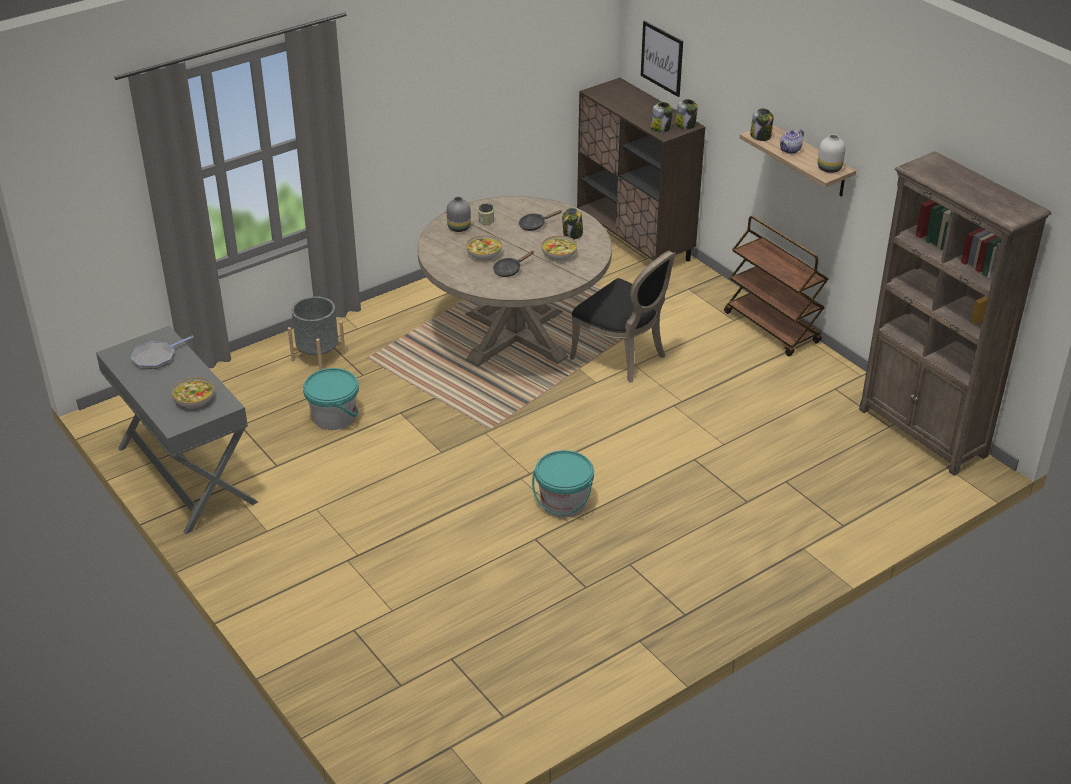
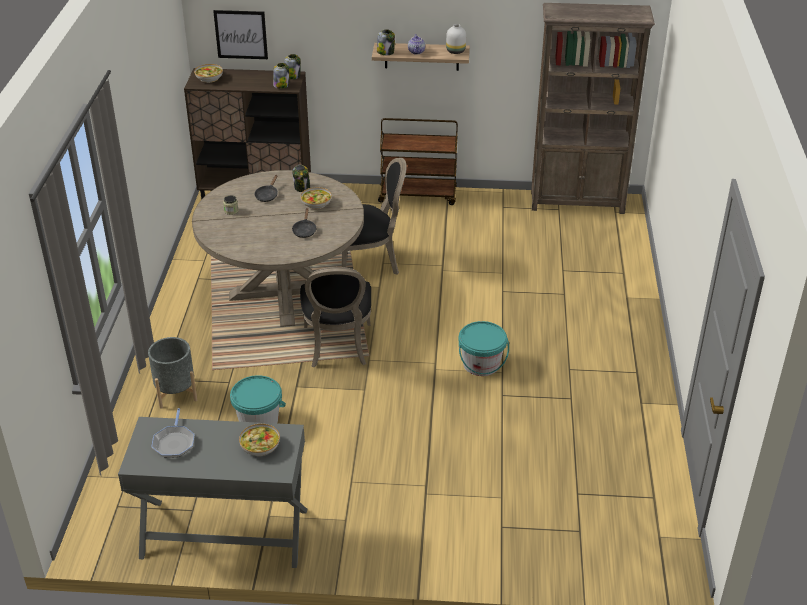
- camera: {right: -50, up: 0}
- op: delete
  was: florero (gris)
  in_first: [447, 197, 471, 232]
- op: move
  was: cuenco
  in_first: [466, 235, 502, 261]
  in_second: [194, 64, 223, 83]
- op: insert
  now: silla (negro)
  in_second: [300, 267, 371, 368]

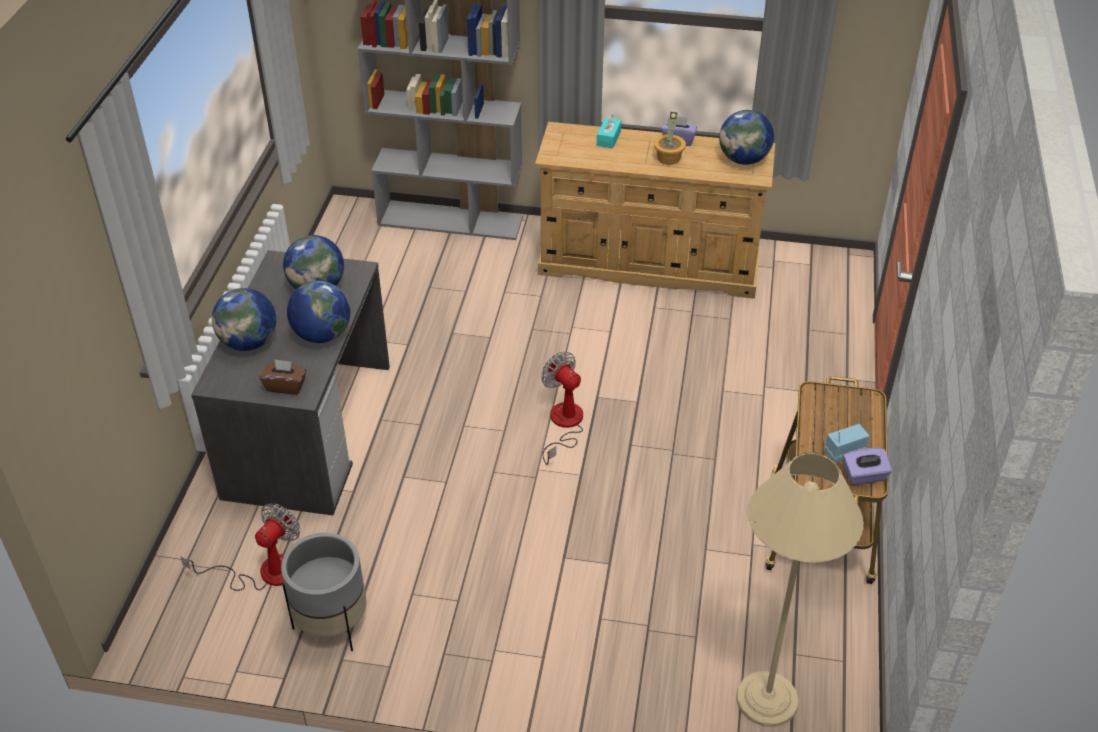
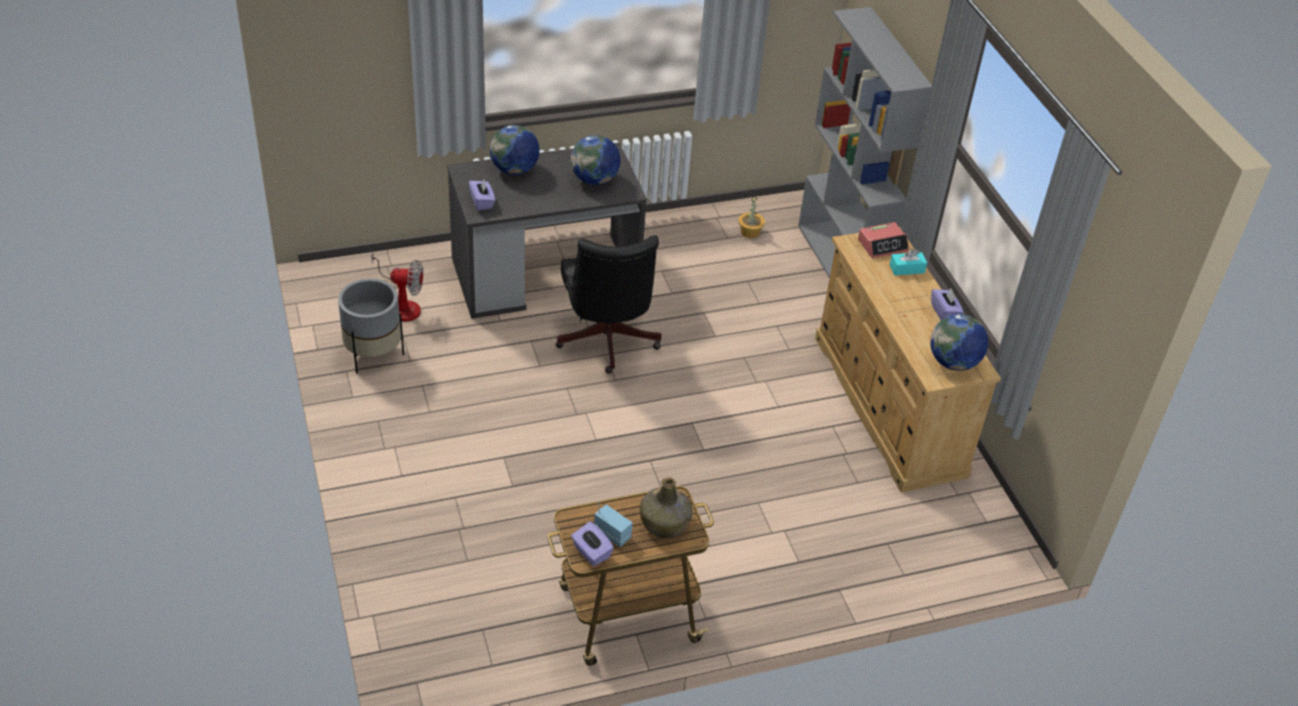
- camera: {right: 60, up: 0}
- op: move
  was: planta en maceta
  in_first: [654, 112, 686, 165]
  in_second: [738, 196, 765, 238]
- op: delete
  was: globo terráqueo
  in_first: [287, 281, 350, 343]
- op: delete
  was: ventilador
  in_first: [542, 352, 583, 465]
- op: recolor
  was: caja de pañuelos (marrón)
  now: caja de pañuelos (morado)
  in_first: [260, 359, 306, 395]
  in_second: [469, 180, 495, 211]
- op: delete
  was: lámpara de pie (beis)
  in_first: [736, 453, 864, 727]
- op: insert
  now: despertador
  in_second: [858, 222, 909, 258]
- op: insert
  now: silla de oficina (negro)
  in_second: [556, 235, 662, 374]
- op: insert
  now: botella (verde)
  in_second: [640, 477, 692, 538]

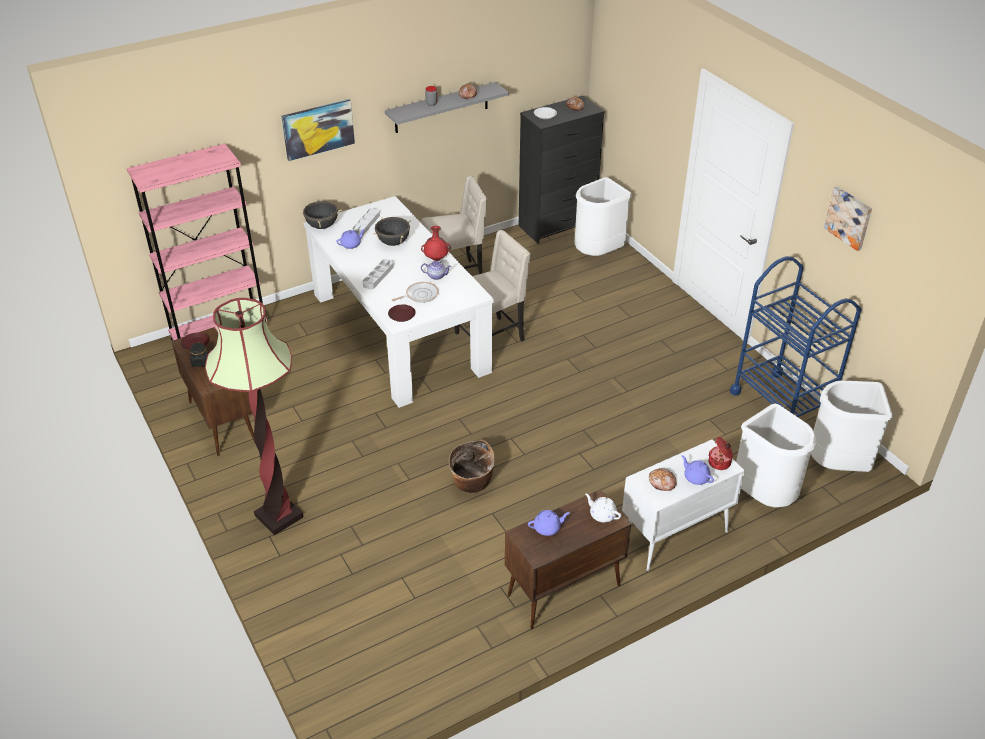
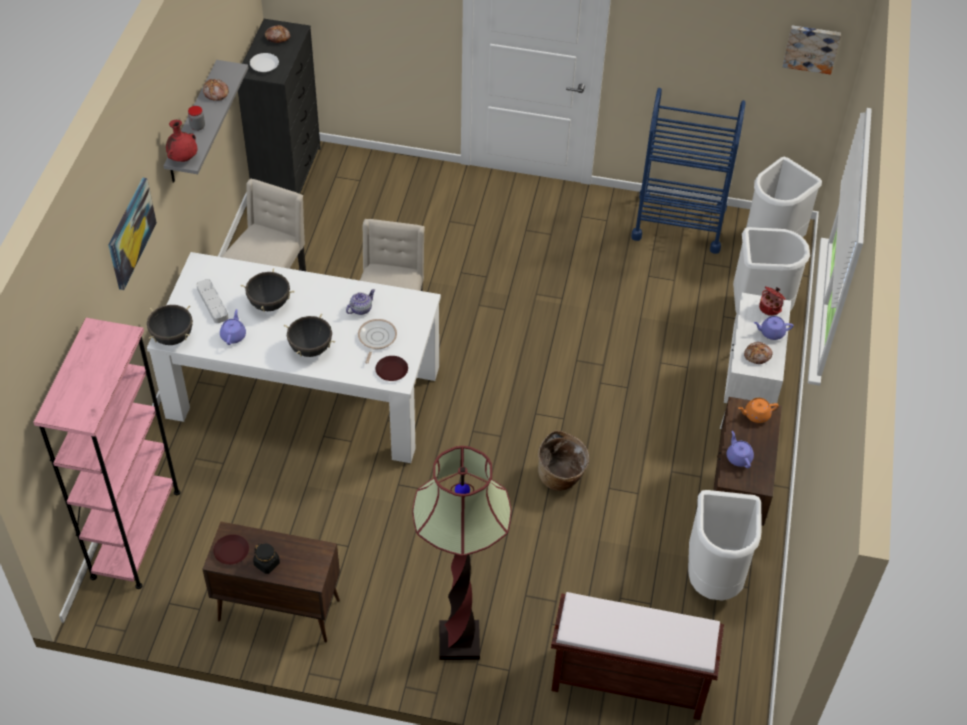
- camera: {right: -50, up: 10}
- op: move
  was: papelera (blanco)
  in_first: [575, 177, 632, 256]
  in_second: [688, 490, 761, 600]
- op: move
  was: cuadro
  in_first: [824, 187, 872, 251]
  in_second: [783, 25, 841, 74]
- op: move
  was: florero (rojo)
  in_first: [421, 226, 451, 261]
  in_second: [166, 120, 198, 162]
- op: replace
  was: bandeja (gris)
  now: olla (negro)
  in_first: [363, 259, 394, 290]
  in_second: [284, 314, 335, 357]
- op: recolor
  was: tetera (blanco)
  now: tetera (naranja)
  in_first: [585, 494, 621, 523]
  in_second: [738, 398, 778, 423]
- op: rotate
  was: tetera (morado)
  in_first: [528, 510, 570, 536]
  in_second: [726, 431, 754, 468]
  clockwise: -45
- op: insert
  now: banco (marrón)
  in_second: [551, 592, 724, 720]

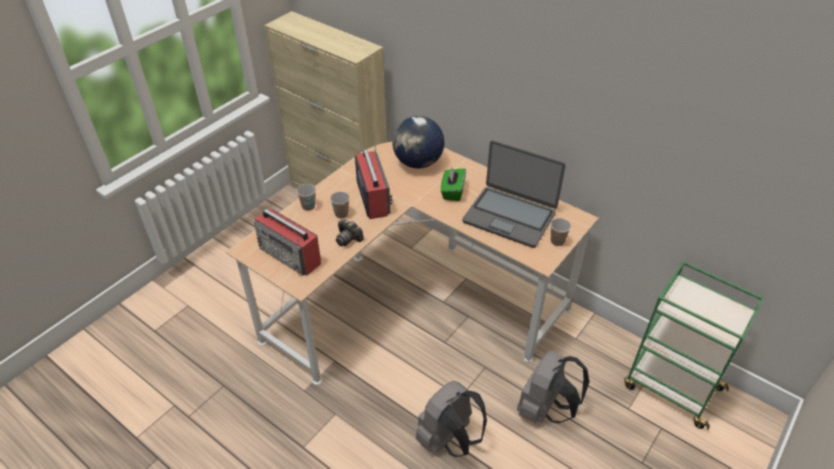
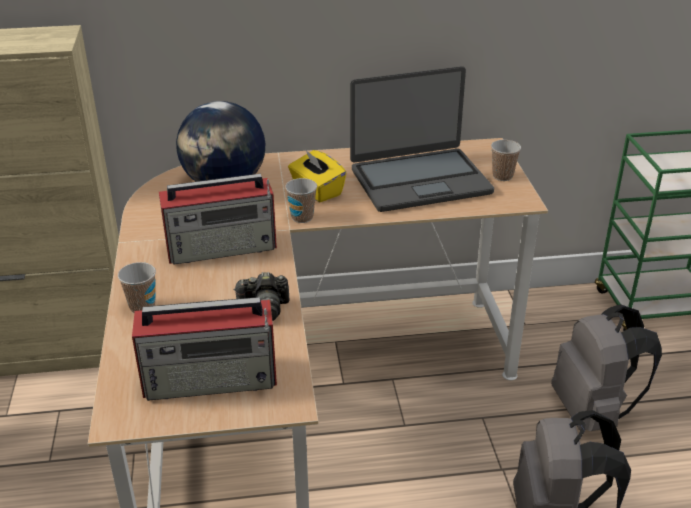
- camera: {right: -45, up: -10}
- op: rotate
  was: radio
  in_first: [355, 145, 392, 219]
  in_second: [159, 174, 277, 265]
  clockwise: 135
- op: recolor
  was: caja de pañuelos (verde)
  now: caja de pañuelos (amarillo)
  in_first: [441, 167, 466, 201]
  in_second: [288, 149, 346, 203]
- op: move
  was: taza
  in_first: [330, 191, 350, 218]
  in_second: [285, 178, 317, 223]

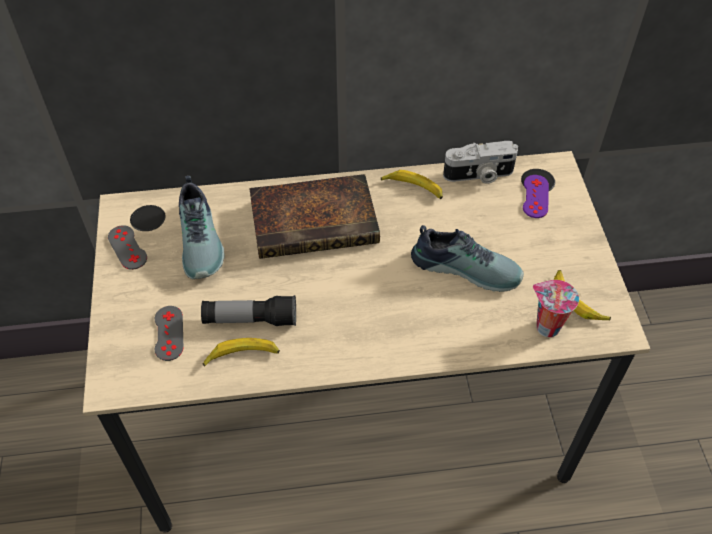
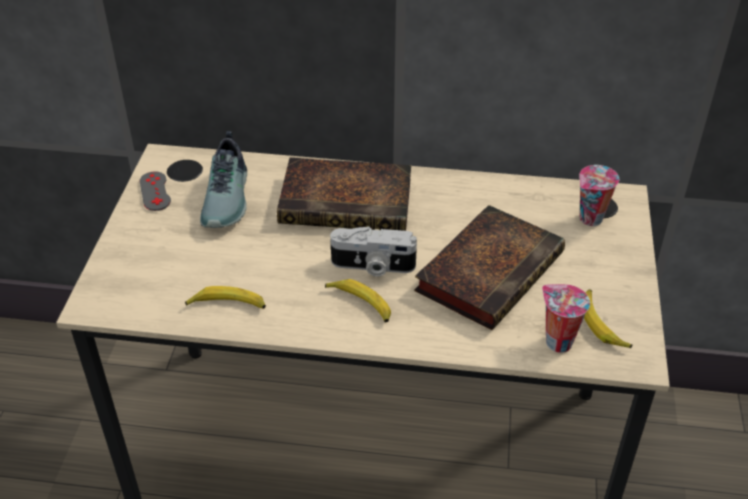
- camera: {right: 15, up: -10}
- op: move
  was: cámara
  in_first: [443, 141, 518, 184]
  in_second: [330, 226, 417, 276]
- op: move
  was: plátano
  in_first: [381, 170, 443, 199]
  in_second: [325, 279, 391, 322]
- op: replace
  was: mando de consola (morado)
  now: taza
  in_first: [523, 175, 549, 218]
  in_second: [579, 165, 619, 226]
- op: replace
  was: zapato
  now: libro
  in_first: [411, 225, 524, 292]
  in_second: [414, 205, 565, 330]
- op: delete
  was: linterna
  in_first: [201, 295, 296, 326]
- op: delete
  was: mando de consola (gris)
  in_first: [155, 306, 184, 361]

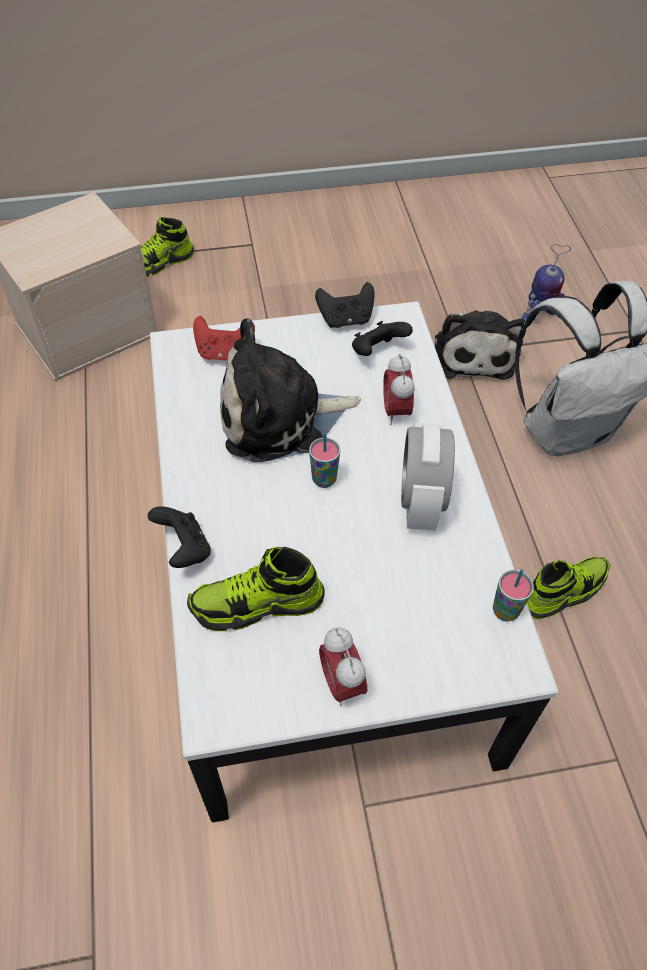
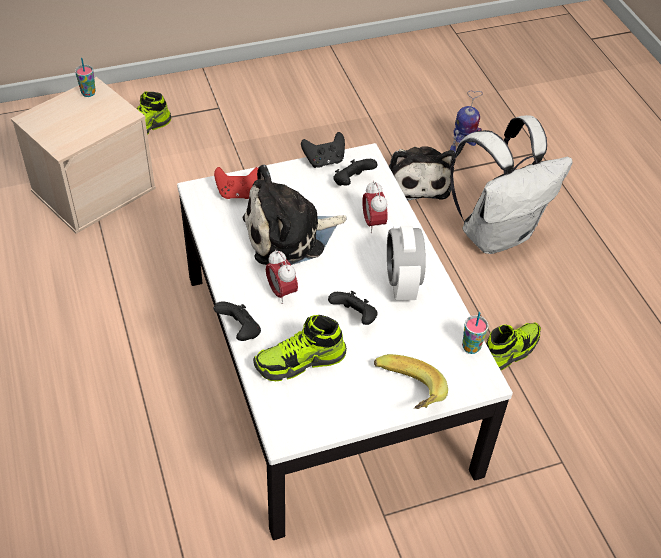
- camera: {right: -10, up: -5}
- op: move
  was: taza
  in_first: [309, 432, 340, 488]
  in_second: [75, 58, 96, 97]
- op: move
  was: despertador
  in_first: [319, 627, 367, 706]
  in_second: [266, 250, 298, 304]
- op: insert
  now: mando de consola (negro)
  in_second: [328, 291, 378, 325]
- op: insert
  now: plátano
  in_second: [374, 354, 448, 409]

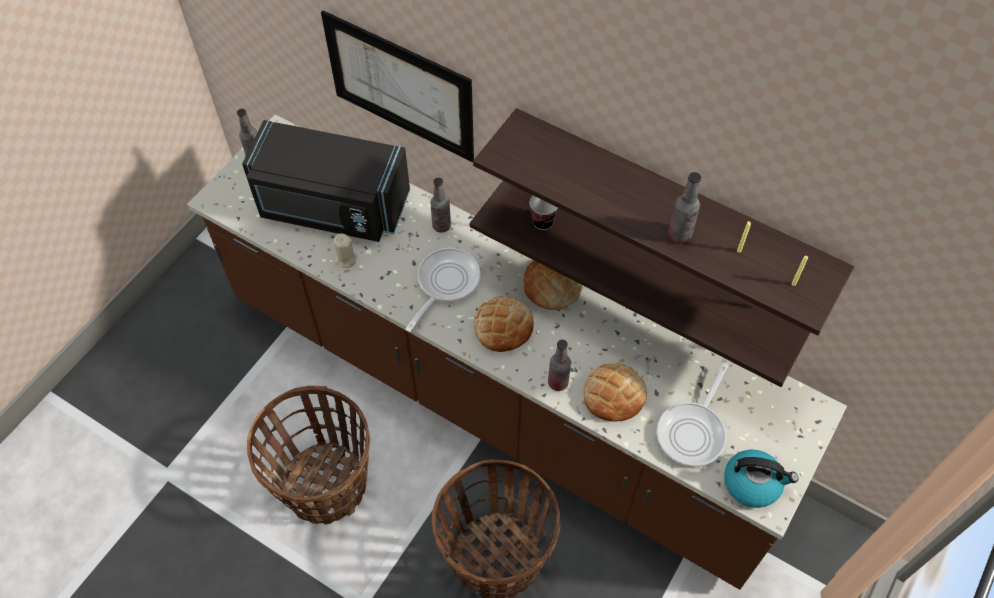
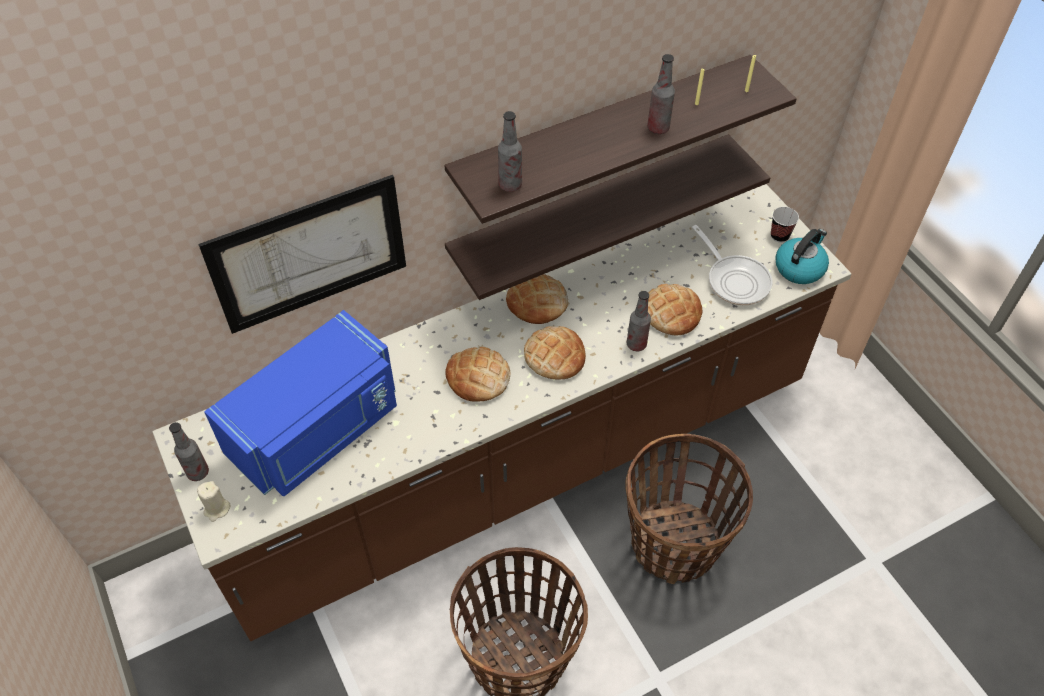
- camera: {right: -60, up: -5}
- op: recolor
  was: microondas (negro)
  now: microondas (azul)
  in_first: [242, 120, 410, 242]
  in_second: [204, 310, 397, 496]
- op: move
  was: botella
  in_first: [430, 177, 451, 233]
  in_second: [498, 111, 522, 192]
- op: move
  was: taza
  in_first: [530, 196, 558, 230]
  in_second: [771, 207, 799, 243]
- op: move
  was: vela (beis)
  in_first: [334, 234, 357, 268]
  in_second: [197, 481, 231, 522]
- op: replace
  was: sartén
  now: pan
  in_first: [405, 248, 481, 332]
  in_second: [445, 346, 510, 401]

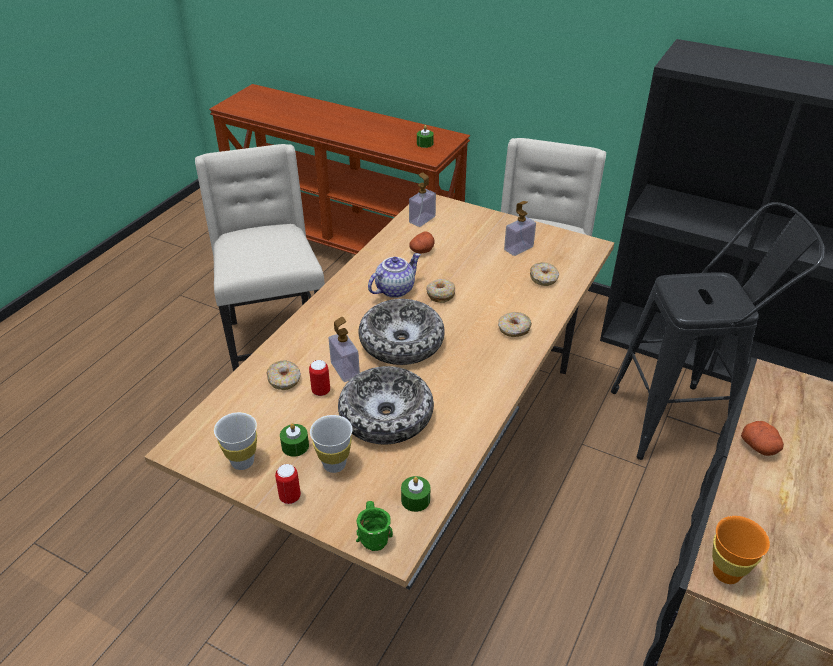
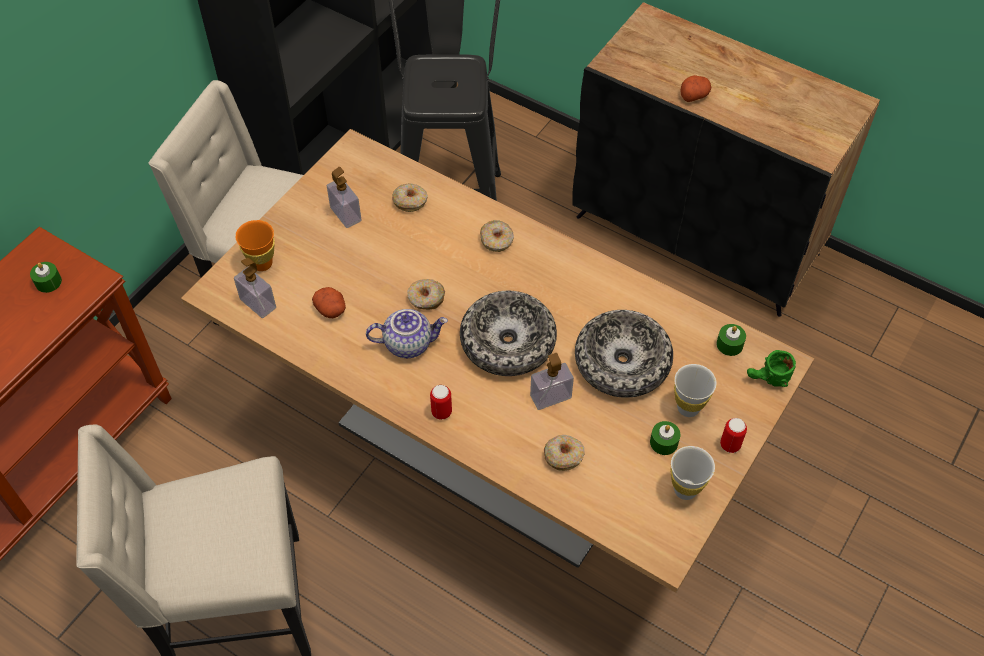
- camera: {right: -85, up: 15}
- op: rotate
  was: tetera
  in_first: [368, 253, 421, 298]
  in_second: [366, 309, 448, 358]
  clockwise: 120
- op: move
  was: lata
  in_first: [309, 360, 330, 396]
  in_second: [430, 385, 452, 420]
- op: move
  was: taza (naranja)
  in_first: [712, 516, 770, 584]
  in_second: [235, 220, 275, 271]

